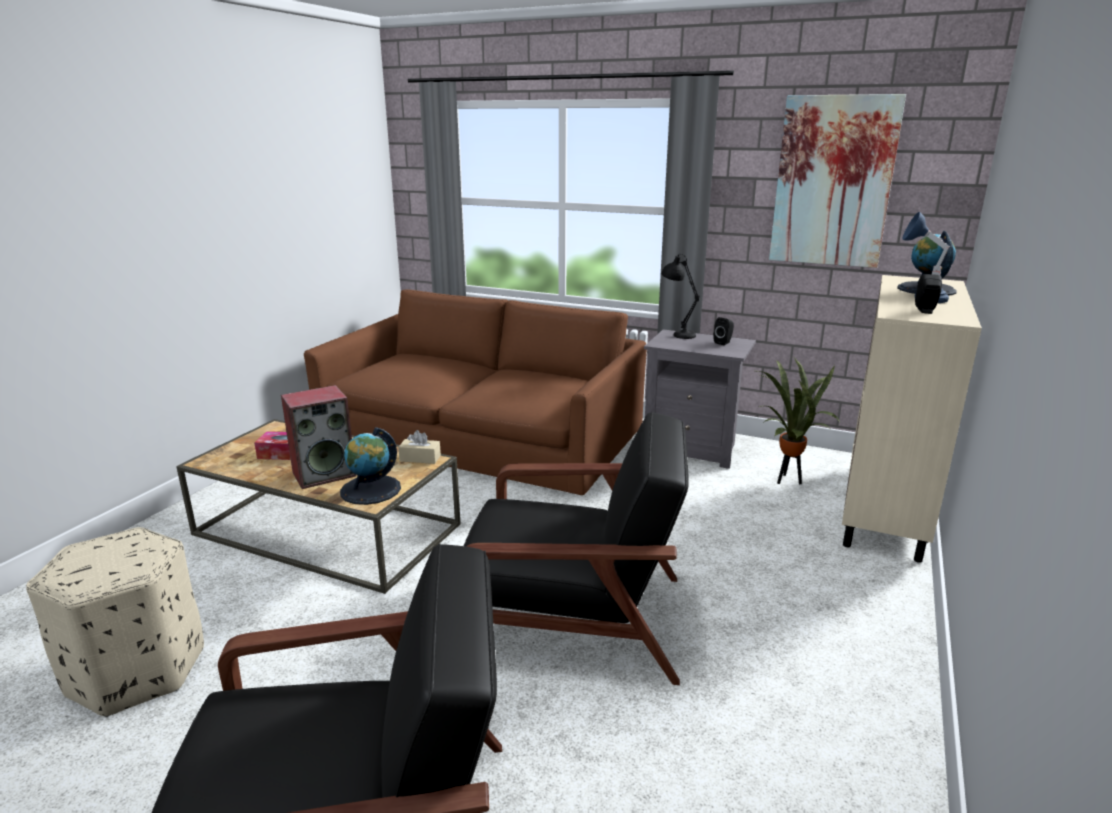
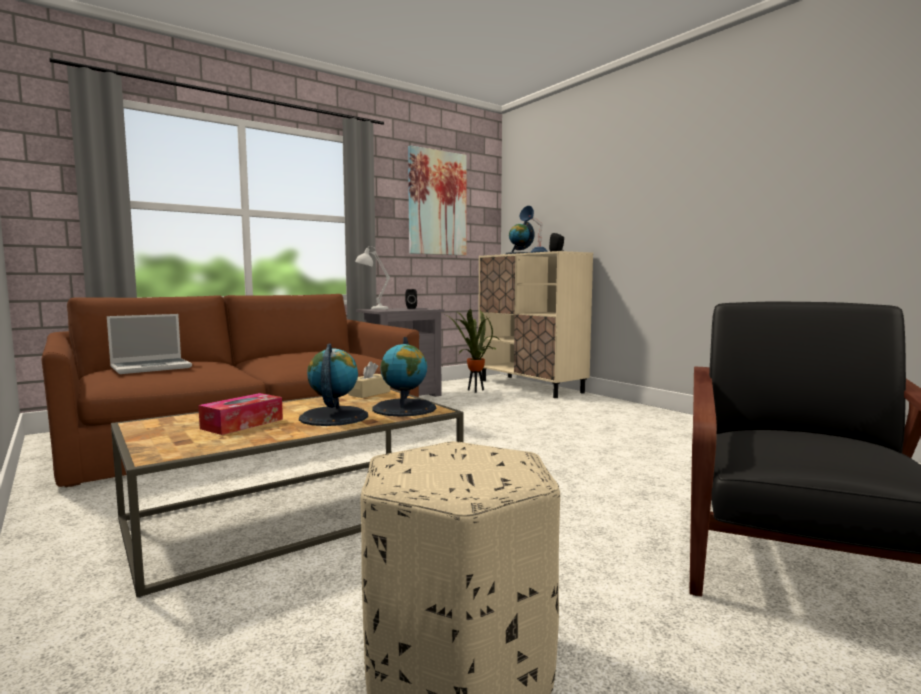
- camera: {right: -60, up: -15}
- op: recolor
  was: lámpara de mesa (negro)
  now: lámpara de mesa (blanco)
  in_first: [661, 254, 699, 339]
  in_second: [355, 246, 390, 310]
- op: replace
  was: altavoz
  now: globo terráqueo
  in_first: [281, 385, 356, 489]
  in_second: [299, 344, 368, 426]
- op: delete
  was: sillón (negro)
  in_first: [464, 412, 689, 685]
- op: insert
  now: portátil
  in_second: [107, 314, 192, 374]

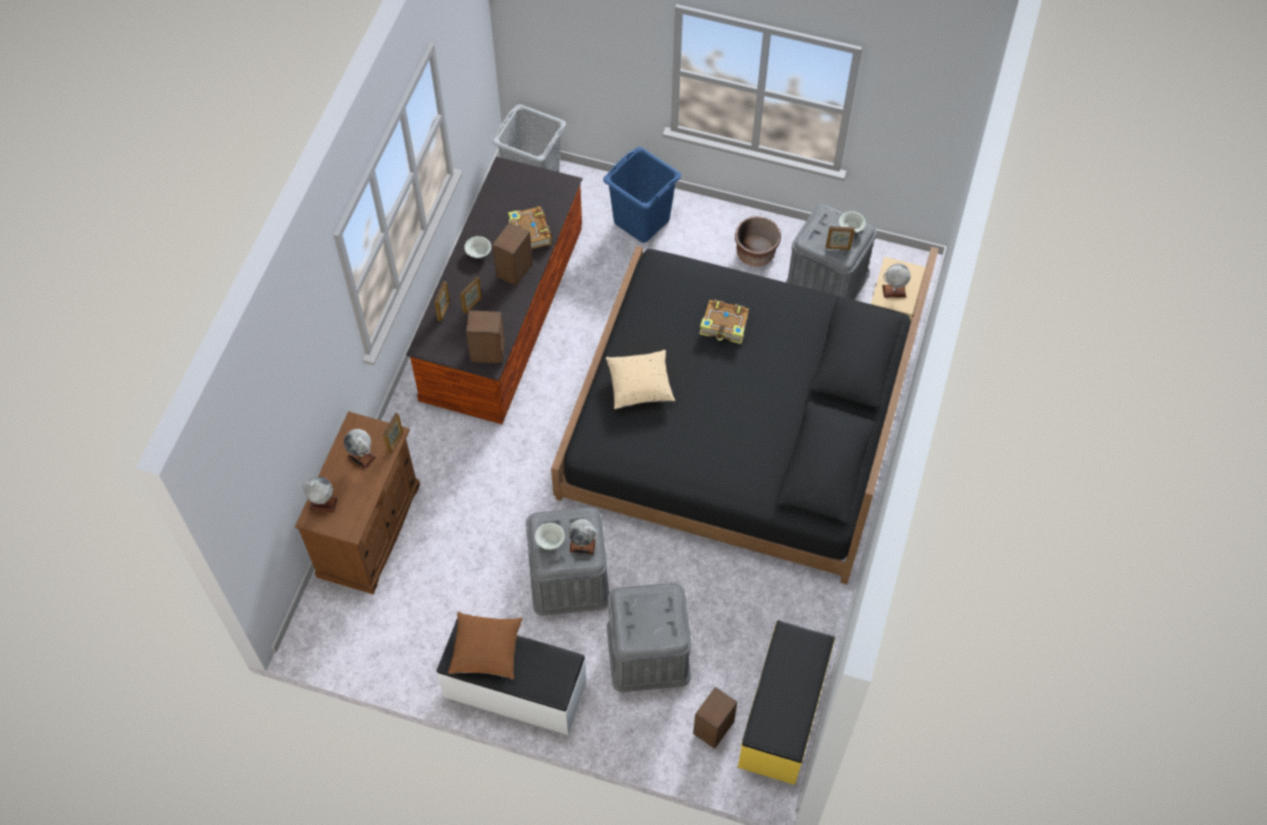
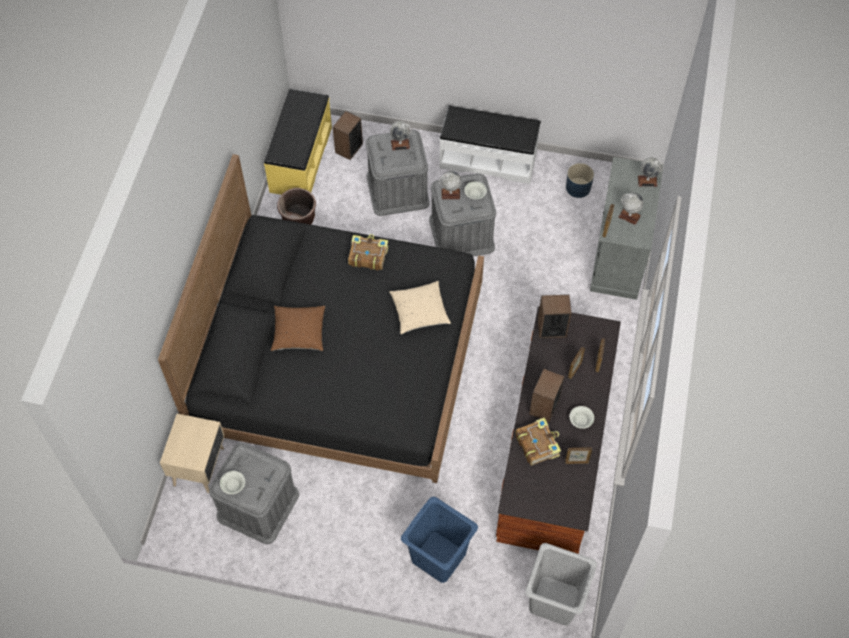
- camera: {right: 175, up: 0}
- op: move
  was: maceta (marrón)
  in_first: [735, 216, 781, 266]
  in_second: [277, 188, 316, 225]
- op: move
  was: portarretratos
  in_first: [826, 226, 855, 250]
  in_second: [565, 447, 592, 464]
- op: move
  was: globo terráqueo
  in_first: [882, 264, 910, 298]
  in_second: [390, 121, 412, 150]
- op: move
  was: libro
  in_first: [700, 299, 749, 344]
  in_second: [348, 234, 388, 270]
- op: recolor
  was: armario (marrón)
  now: armario (gris)
  in_first: [295, 411, 420, 594]
  in_second: [590, 157, 664, 300]
- op: move
  was: cojín (marrón)
  in_first: [448, 612, 523, 679]
  in_second: [271, 306, 325, 351]
- op: insert
  now: maceta (azul)
  in_second: [566, 163, 594, 198]

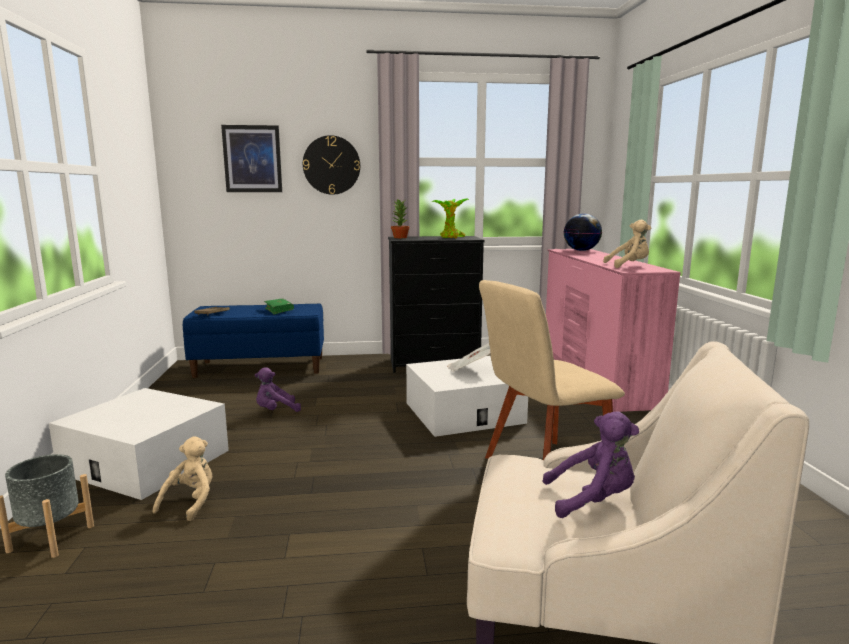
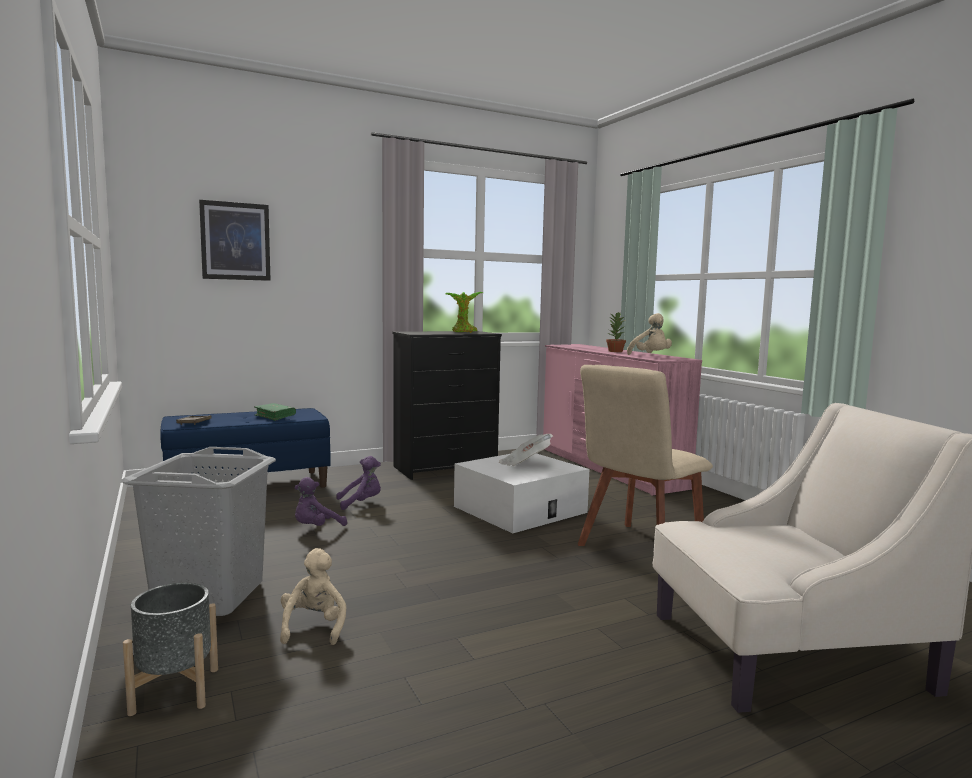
- camera: {right: -20, up: -5}
- op: delete
  was: reloj de pared
  in_first: [303, 135, 360, 195]
- op: move
  was: planta en maceta
  in_first: [391, 199, 410, 238]
  in_second: [606, 312, 626, 352]
- op: delete
  was: globo terráqueo
  in_first: [564, 213, 602, 251]
- op: rotate
  was: peluche (beis)
  in_first: [603, 220, 651, 268]
  in_second: [627, 313, 672, 355]
  clockwise: 90
- op: replace
  was: caja de almacenaje (blanco)
  now: cesto de la ropa (gris)
  in_first: [49, 388, 229, 500]
  in_second: [121, 447, 276, 616]
- op: move
  was: peluche (morado)
  in_first: [542, 411, 639, 518]
  in_second: [336, 456, 381, 510]

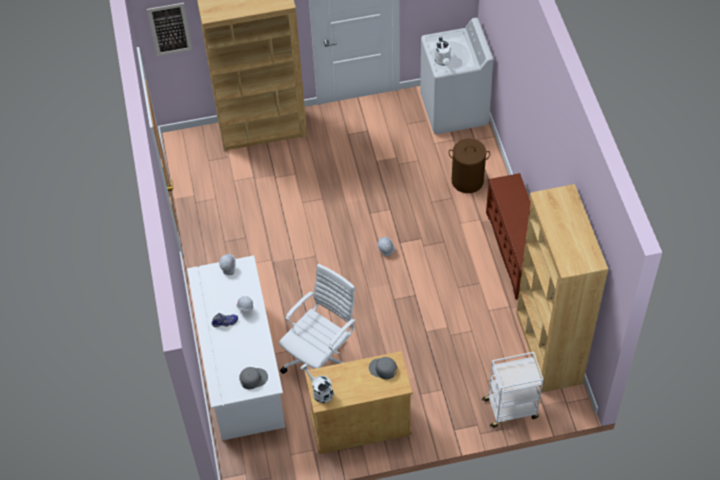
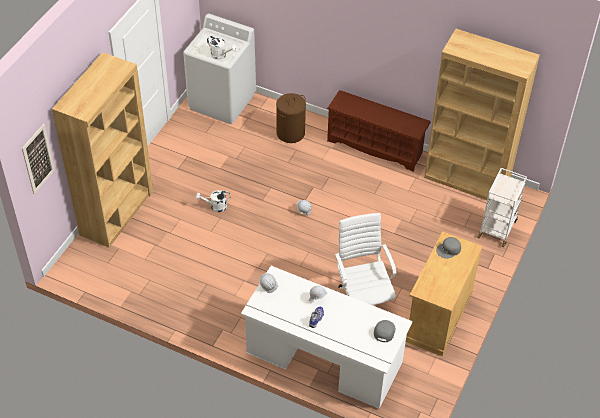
- camera: {right: -55, up: -5}
- op: move
  was: regadera (blanco)
  in_first: [301, 364, 334, 403]
  in_second: [196, 190, 230, 212]

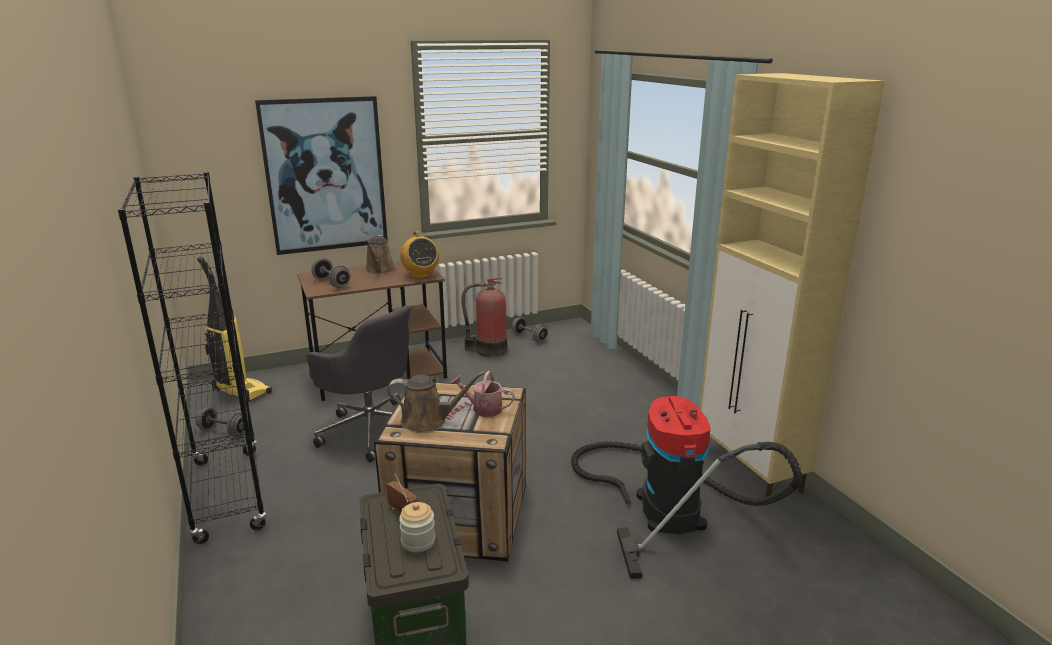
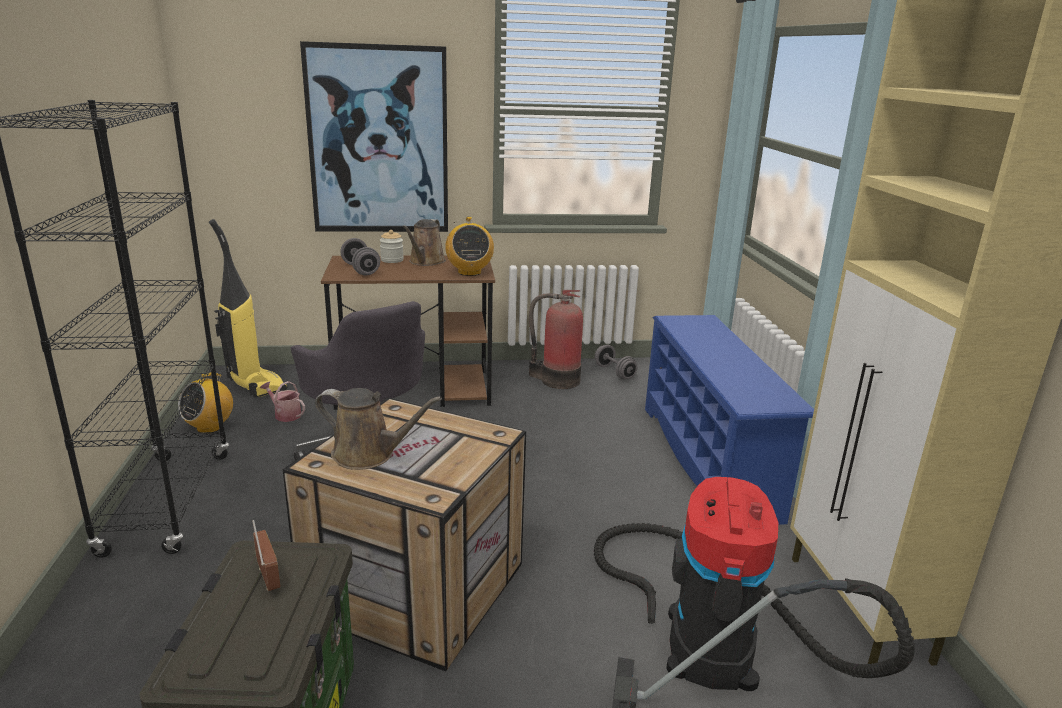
- camera: {right: 15, up: 0}
- op: move
  was: regadera
  in_first: [451, 371, 515, 417]
  in_second: [260, 381, 305, 422]
- op: replace
  was: mancuerna (gris)
  now: radio
  in_first: [196, 407, 245, 437]
  in_second: [178, 373, 233, 434]
- op: move
  was: tarro
  in_first: [399, 502, 435, 553]
  in_second: [380, 230, 404, 263]
- op: insert
  now: zapatero (azul)
  in_second: [645, 315, 814, 525]

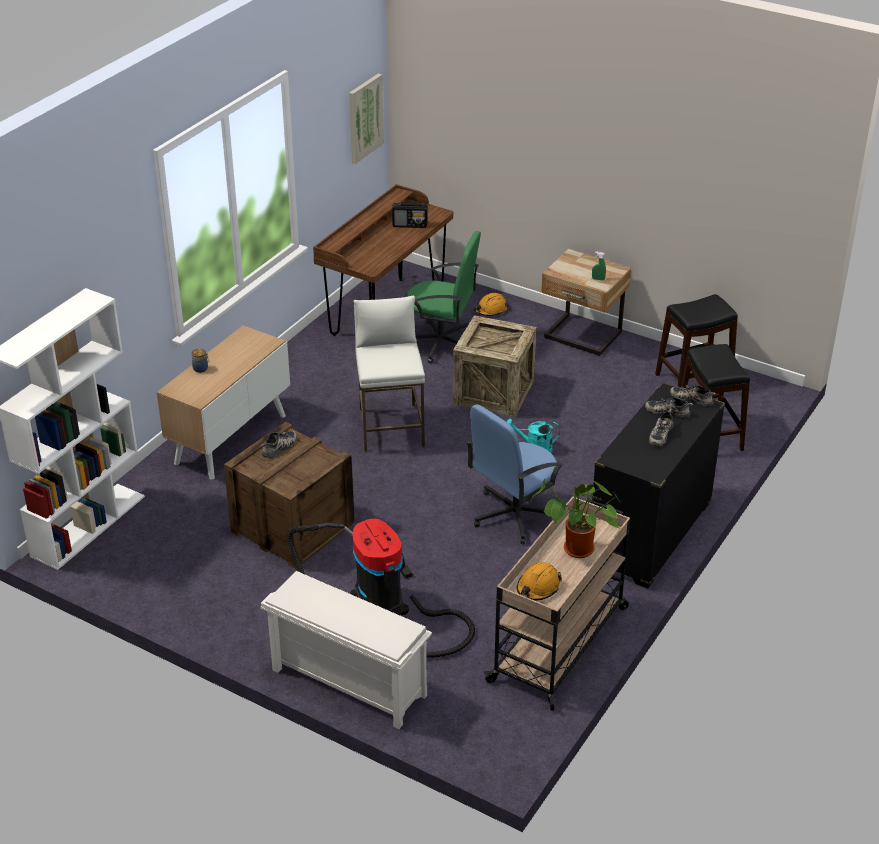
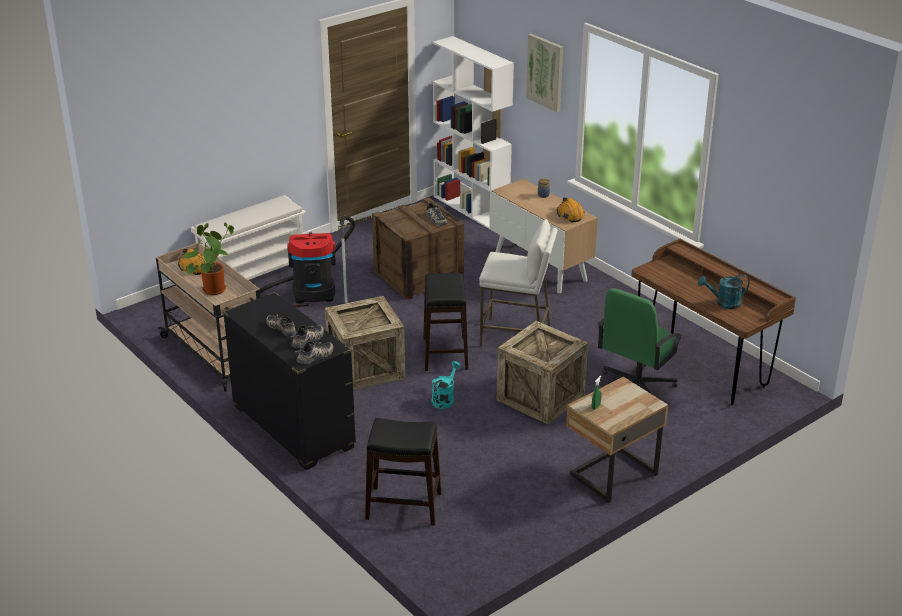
- camera: {right: 110, up: -5}
- op: move
  was: cuadro
  in_first: [349, 73, 384, 164]
  in_second: [526, 34, 563, 112]
- op: replace
  was: radio
  now: regadera (turquesa)
  in_first: [392, 202, 428, 228]
  in_second: [698, 274, 750, 309]
- op: move
  was: casco (naranja)
  in_first: [474, 293, 509, 316]
  in_second: [557, 197, 584, 222]
- op: move
  was: taburete (negro)
  in_first: [655, 294, 738, 387]
  in_second: [423, 273, 468, 371]
- op: replace
  was: silla de oficina (azul)
  now: caja de embalaje
  in_first: [466, 404, 563, 544]
  in_second: [325, 296, 405, 390]

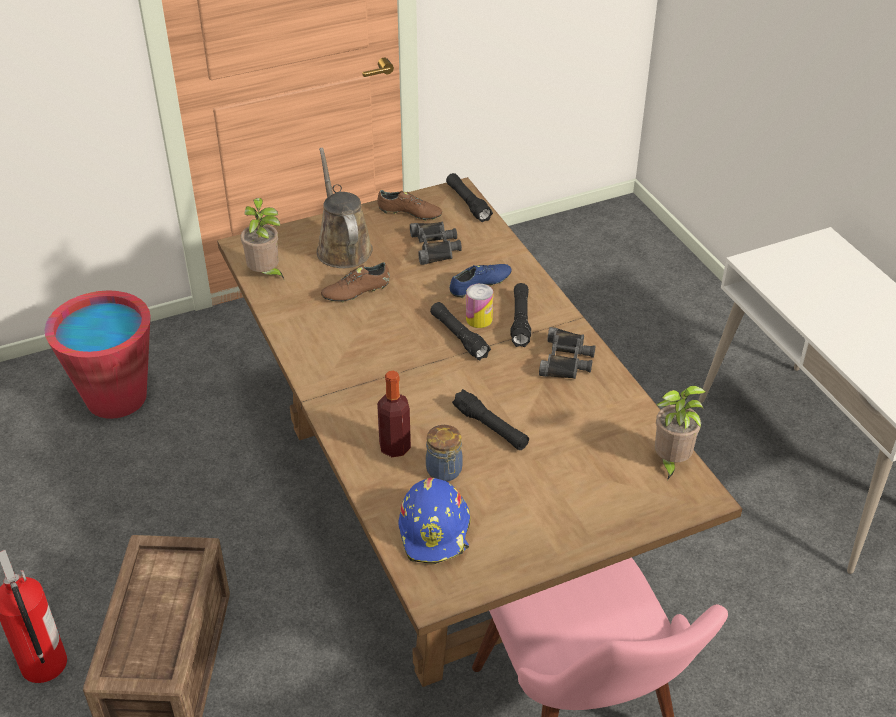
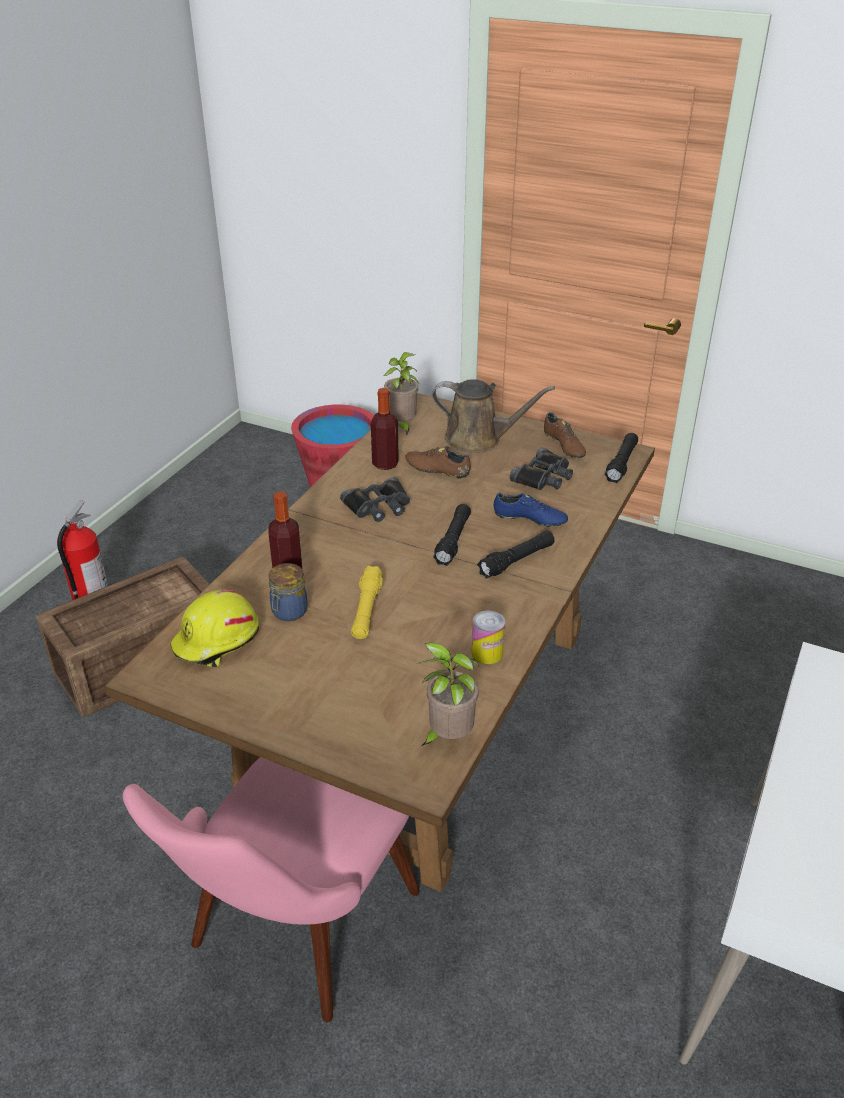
- camera: {right: 50, up: -5}
- op: rotate
  was: regadera (marrón)
  in_first: [316, 148, 373, 268]
  in_second: [432, 379, 555, 453]
  clockwise: 75
- op: move
  was: lata
  in_first: [466, 284, 493, 328]
  in_second: [471, 610, 505, 664]
- op: move
  was: prismáticos (negro)
  in_first: [539, 327, 595, 379]
  in_second: [340, 477, 410, 522]
- op: recolor
  was: linterna (negro)
  now: linterna (amarillo)
  in_first: [452, 389, 529, 450]
  in_second: [351, 566, 383, 639]
- op: recolor
  was: casco (azul)
  now: casco (amarillo)
  in_first: [399, 478, 470, 564]
  in_second: [170, 590, 259, 668]
- op: insert
  now: botella
  in_second: [371, 388, 399, 470]

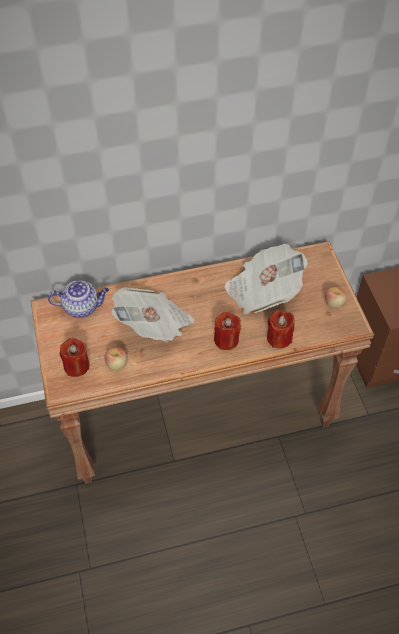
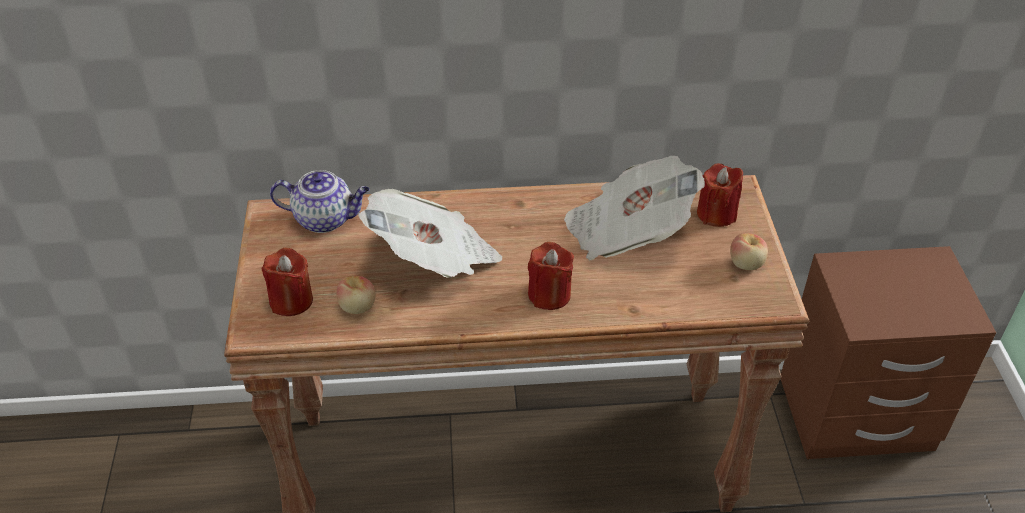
- camera: {right: 10, up: -10}
- op: move
  was: vela (rojo)
  in_first: [267, 310, 295, 348]
  in_second: [697, 164, 743, 227]

